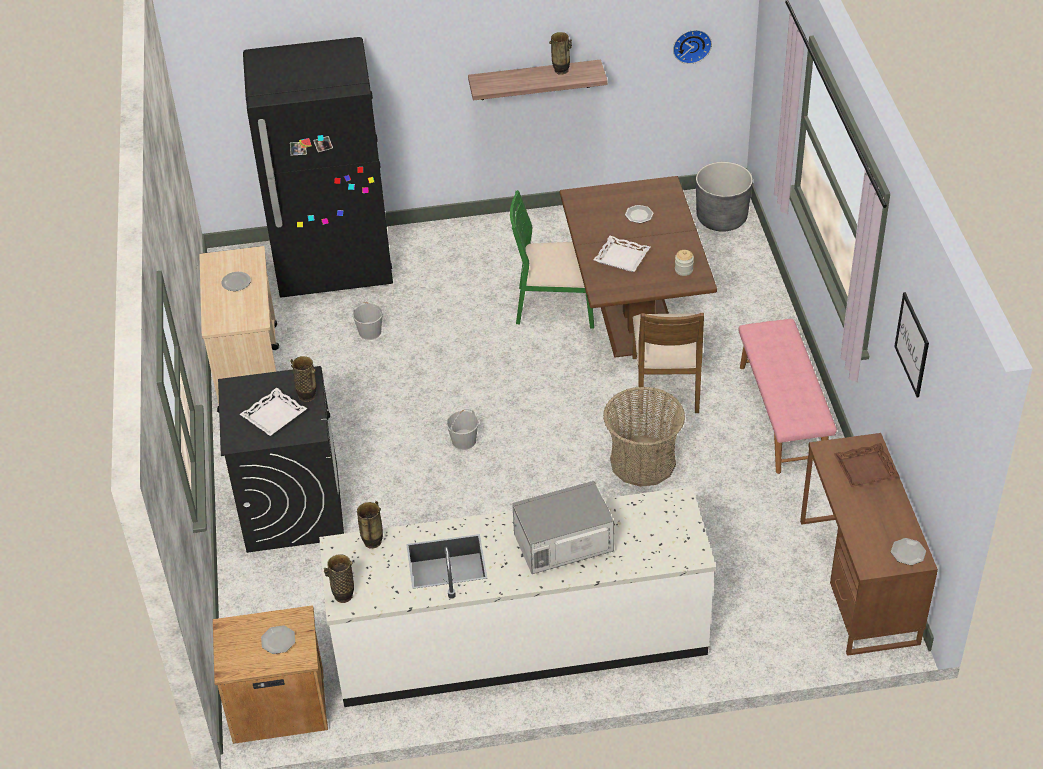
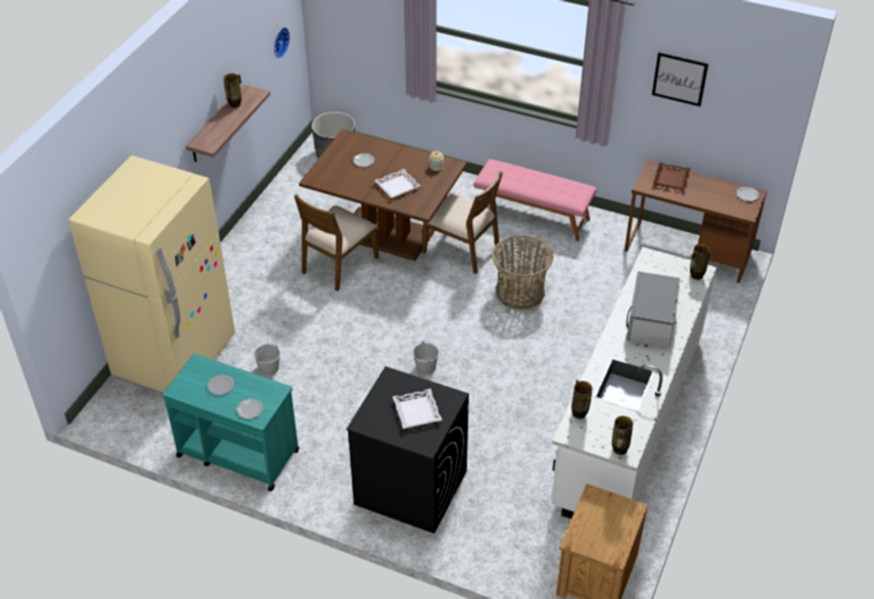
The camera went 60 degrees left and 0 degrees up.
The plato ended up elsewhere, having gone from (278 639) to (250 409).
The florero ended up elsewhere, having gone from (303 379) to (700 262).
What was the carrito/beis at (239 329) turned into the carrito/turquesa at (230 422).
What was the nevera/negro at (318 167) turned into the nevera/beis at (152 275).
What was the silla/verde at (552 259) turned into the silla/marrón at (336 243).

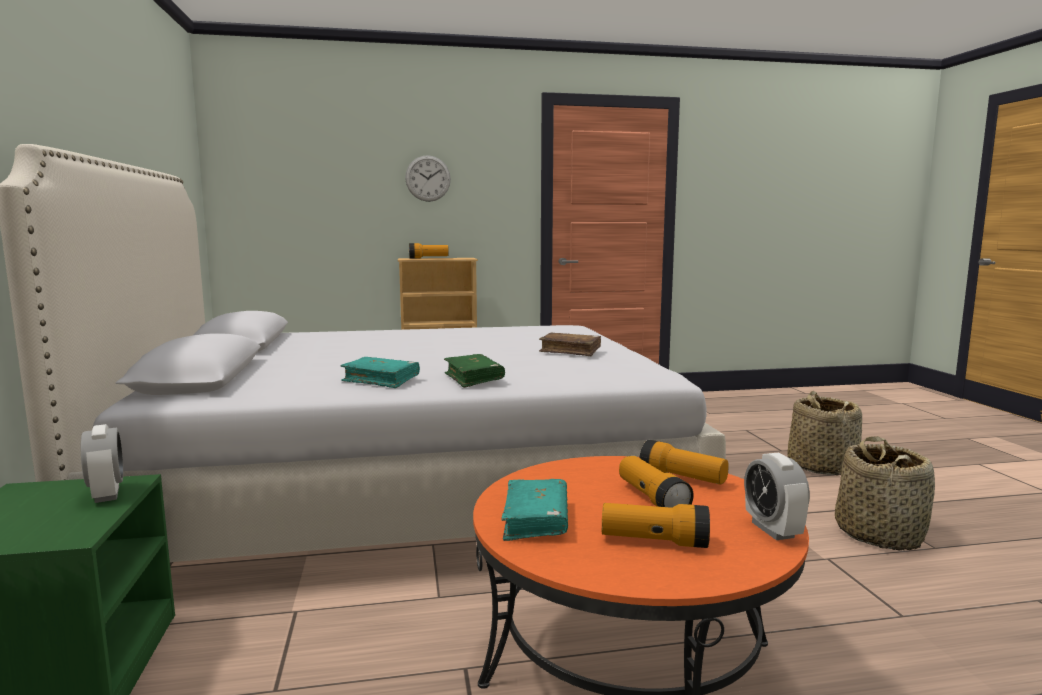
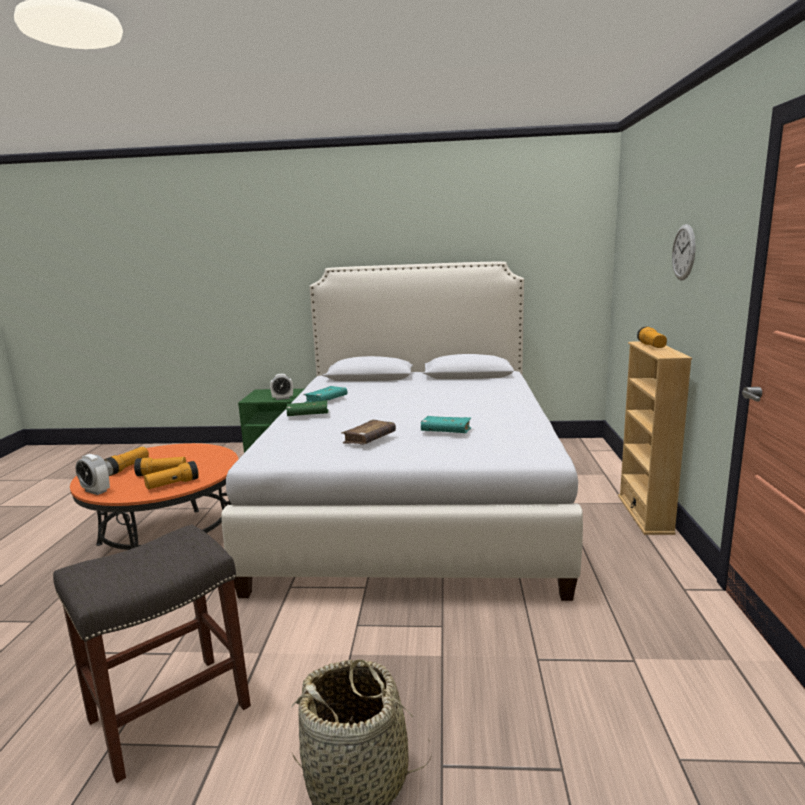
The camera went 105 degrees right and 5 degrees up.
The libro/turquesa ended up elsewhere, having gone from (534 510) to (446 424).
Where the cesta stood at (885 493), the taburete/gris came to stand at (152 653).
The despertador at (777 496) ended up facing another way, 150 degrees counterclockwise from before.

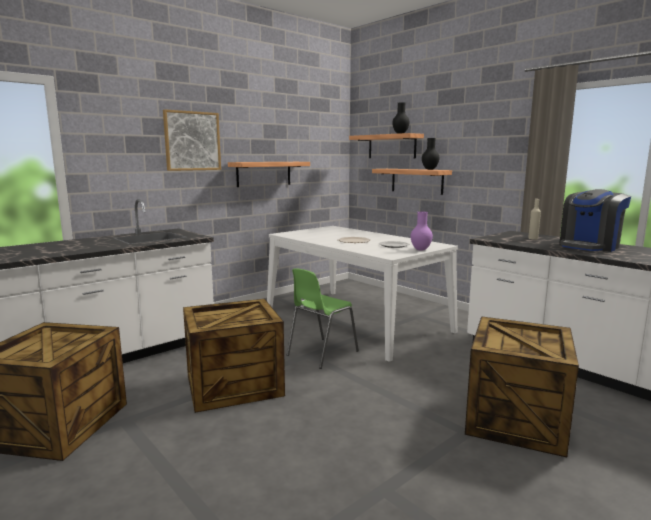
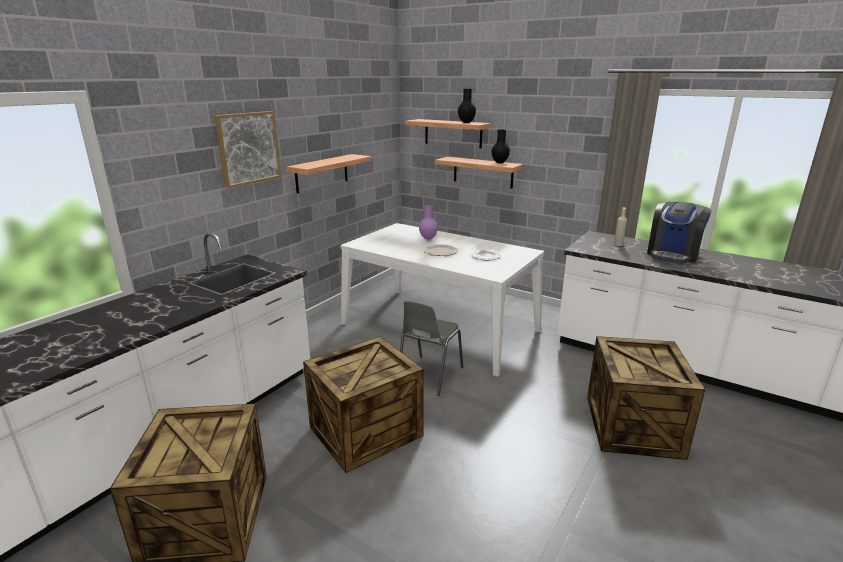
The camera went 15 degrees left and 10 degrees up.
The florero/morado ended up elsewhere, having gone from (422 231) to (428 222).
What was the silla/verde at (323 318) turned into the silla/gris at (431 348).

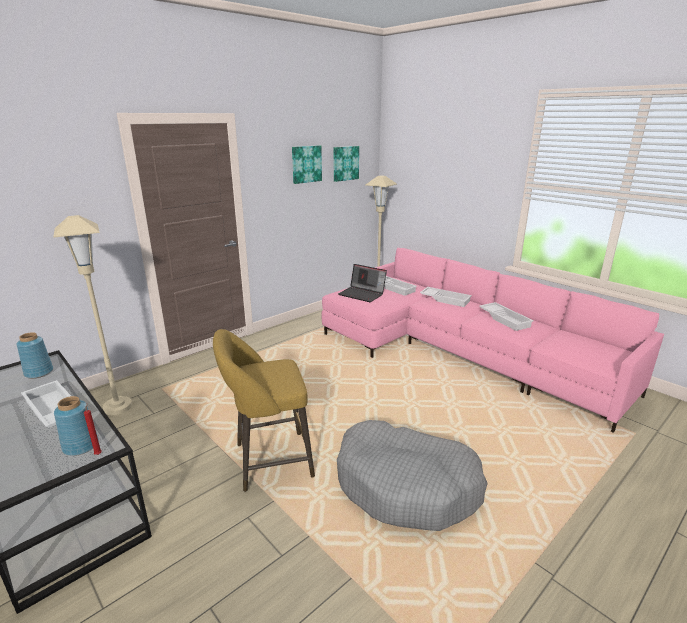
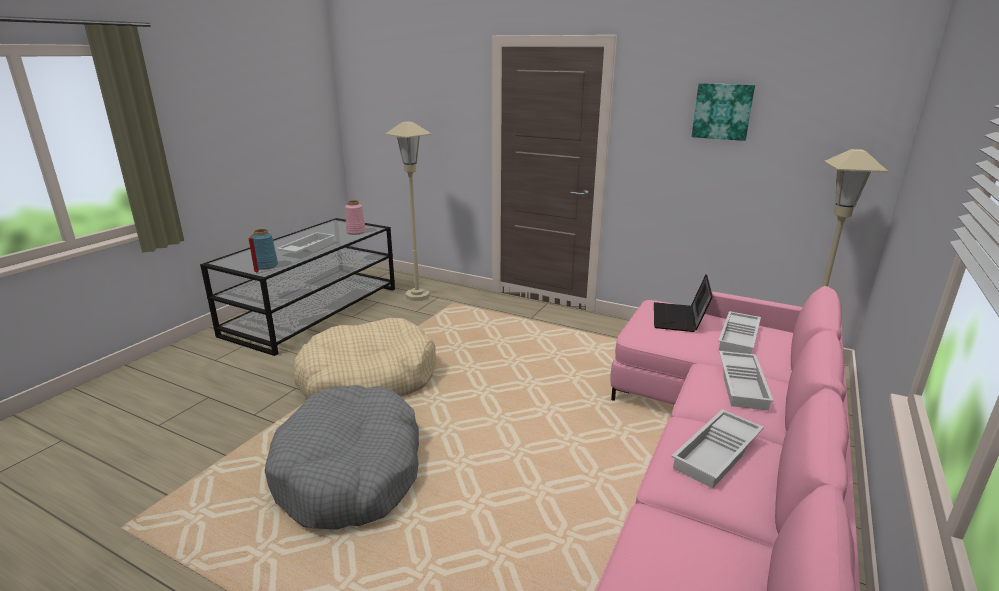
The camera went 70 degrees right and 0 degrees up.
The second view lost the cuadro at (346 164).
Where the taburete/amarillo stood at (264 410), the cama para perro/beis came to stand at (365 358).
What was the florero/azul at (35 355) turned into the florero/rosa at (355 217).

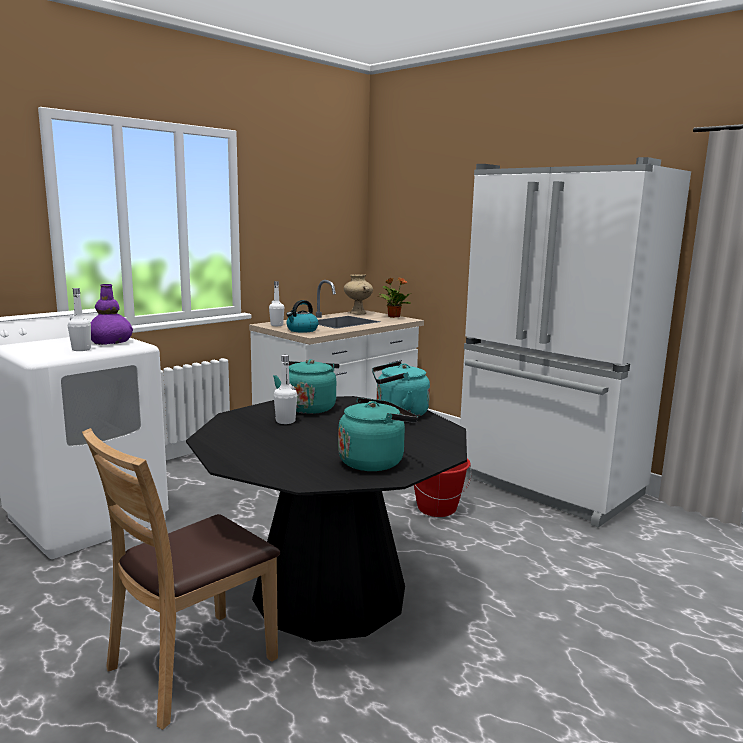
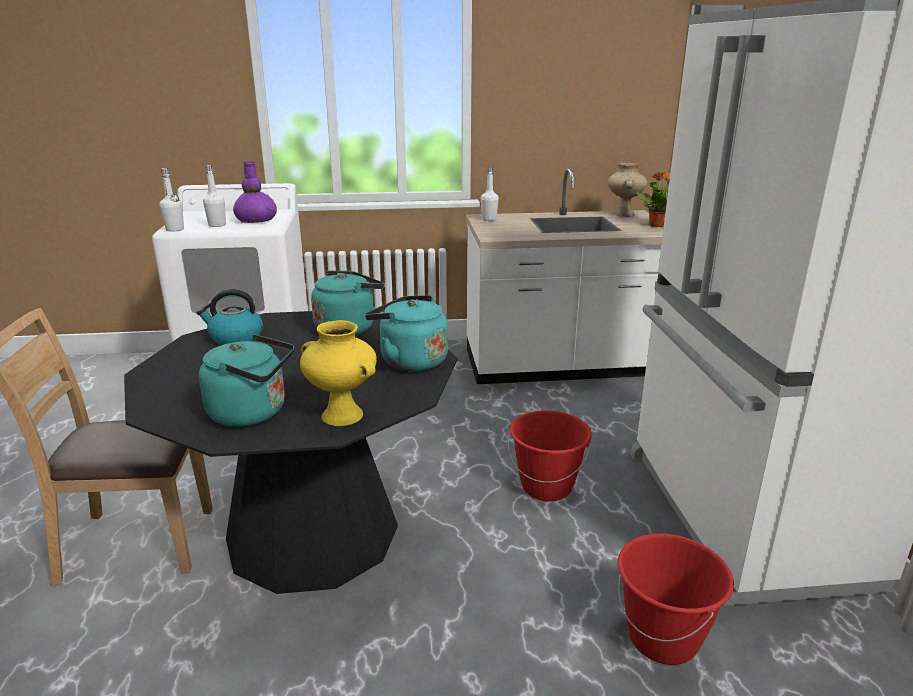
The camera went 40 degrees right and 10 degrees up.
The second view gained the florero/amarillo at (338 373).
The second view gained the cubo/rojo at (675 599).
The botella/blanco ended up elsewhere, having gone from (285 389) to (171 200).
The hervidor ended up elsewhere, having gone from (302 316) to (230 317).

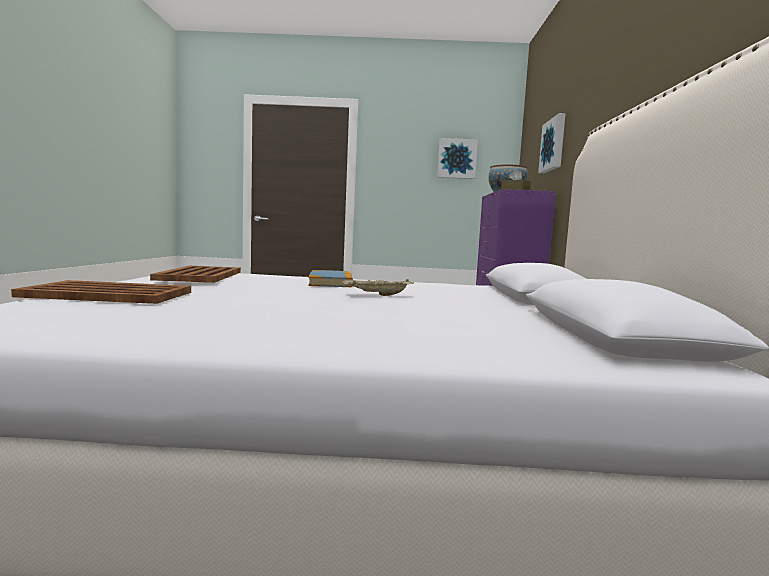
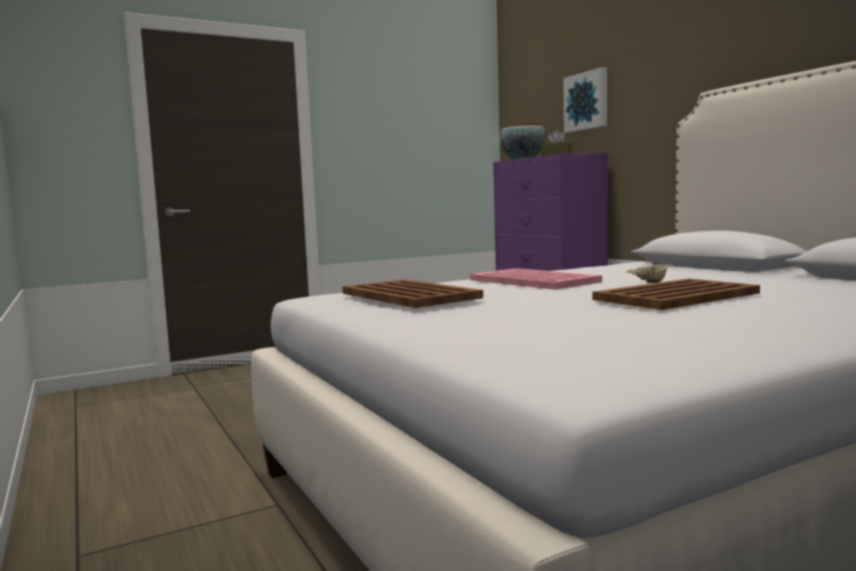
The camera went 30 degrees left and 0 degrees up.
The second view lost the cuadro at (457 158).
The bandeja/marrón ended up elsewhere, having gone from (101 292) to (676 294).
Where the libro stood at (330 278), the bandeja/rosa came to stand at (536 279).

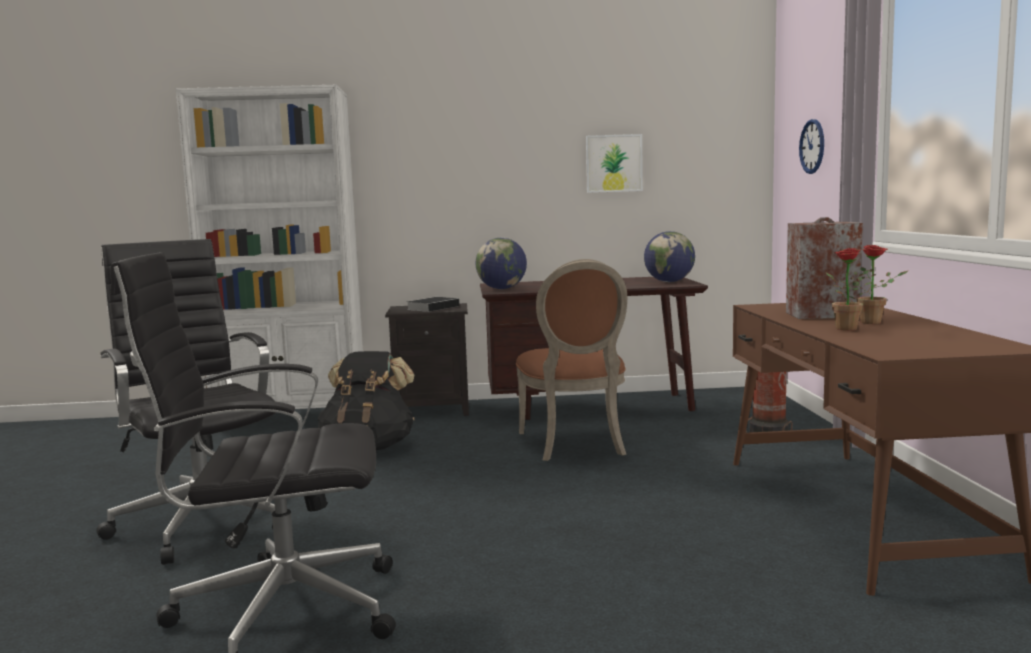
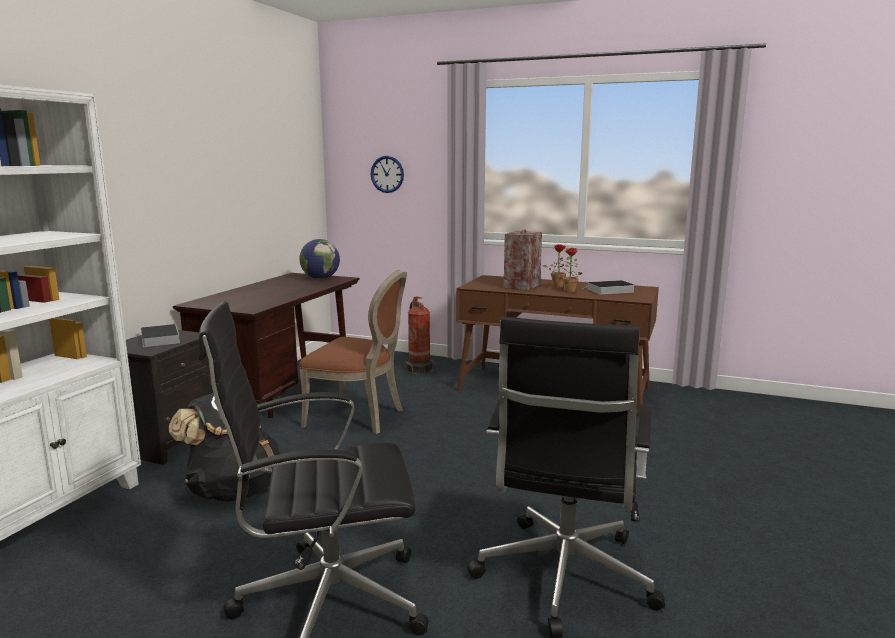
The camera went 65 degrees left and 5 degrees up.
The second view lost the globo terráqueo at (501 263).
The second view lost the cuadro at (614 163).
The second view gained the libro at (608 287).

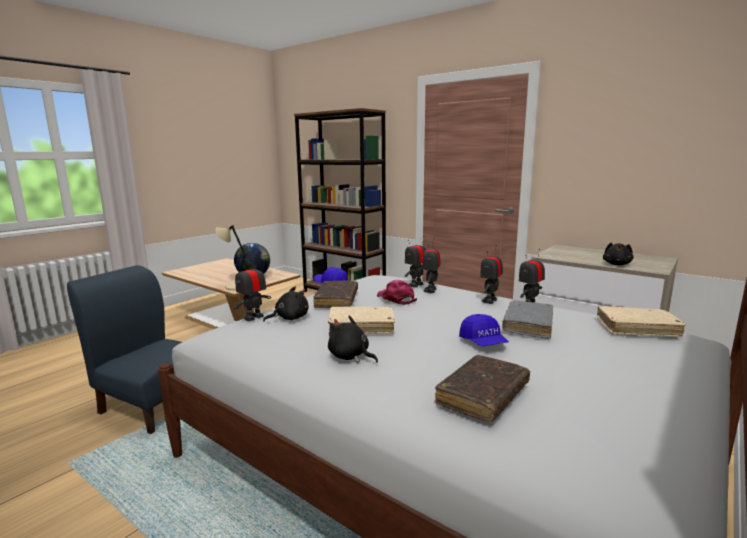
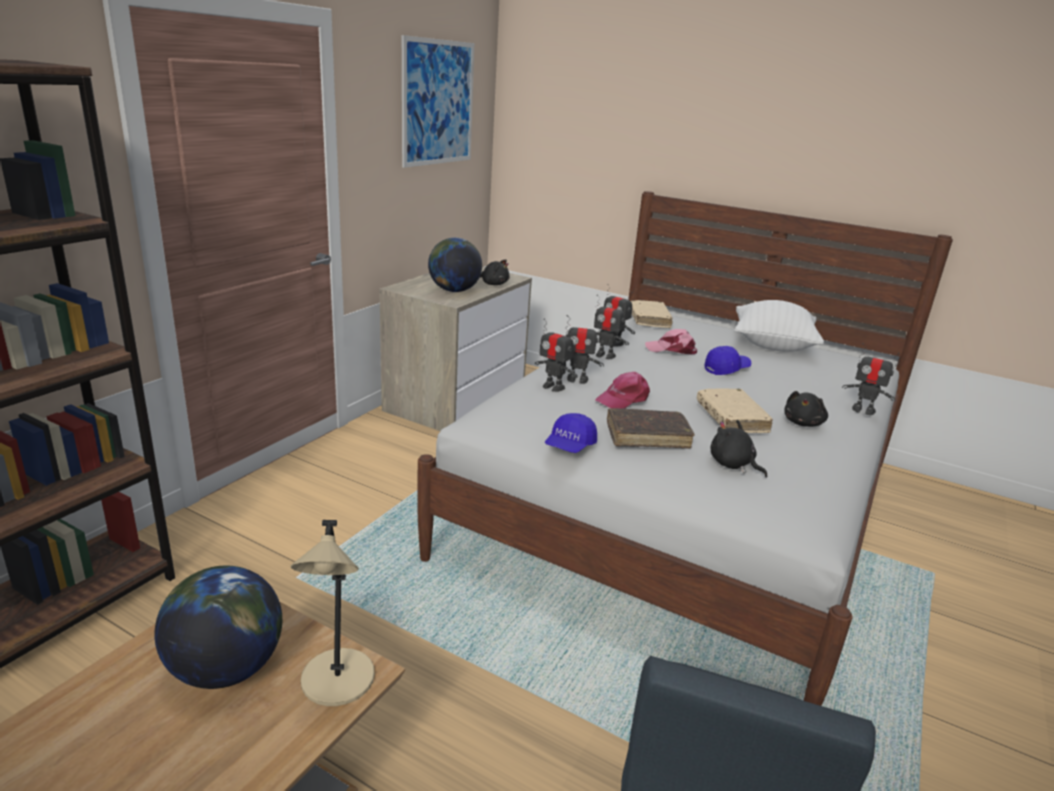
The camera went 100 degrees left and 10 degrees up.
The second view lost the libro/marrón at (482 388).
The second view gained the cuadro at (438 101).
The second view gained the globo terráqueo at (455 265).
The second view gained the cojín/blanco at (779 326).
The robot de juguete ended up elsewhere, having gone from (252 289) to (871 379).
Where the libro/gris stood at (527 320), the gorra/rosa came to stand at (671 342).

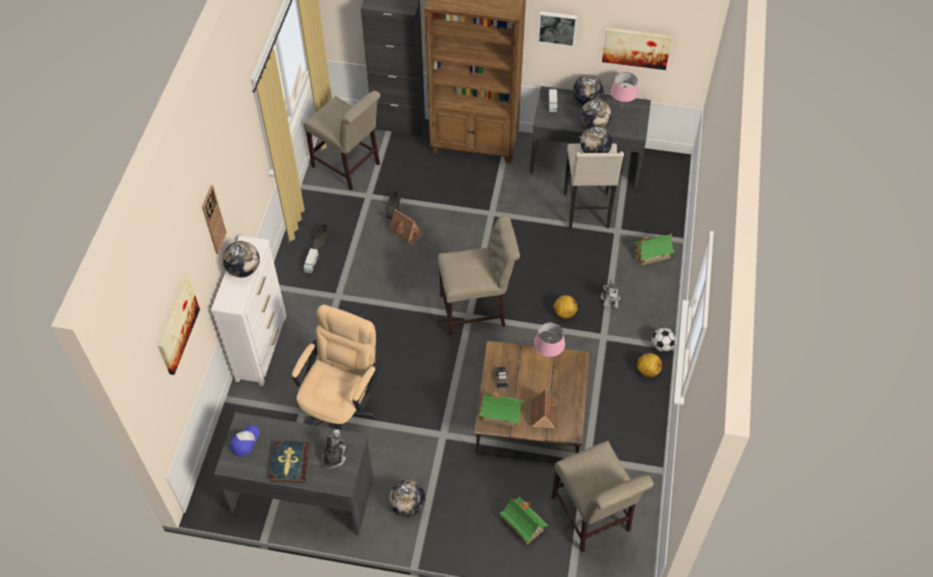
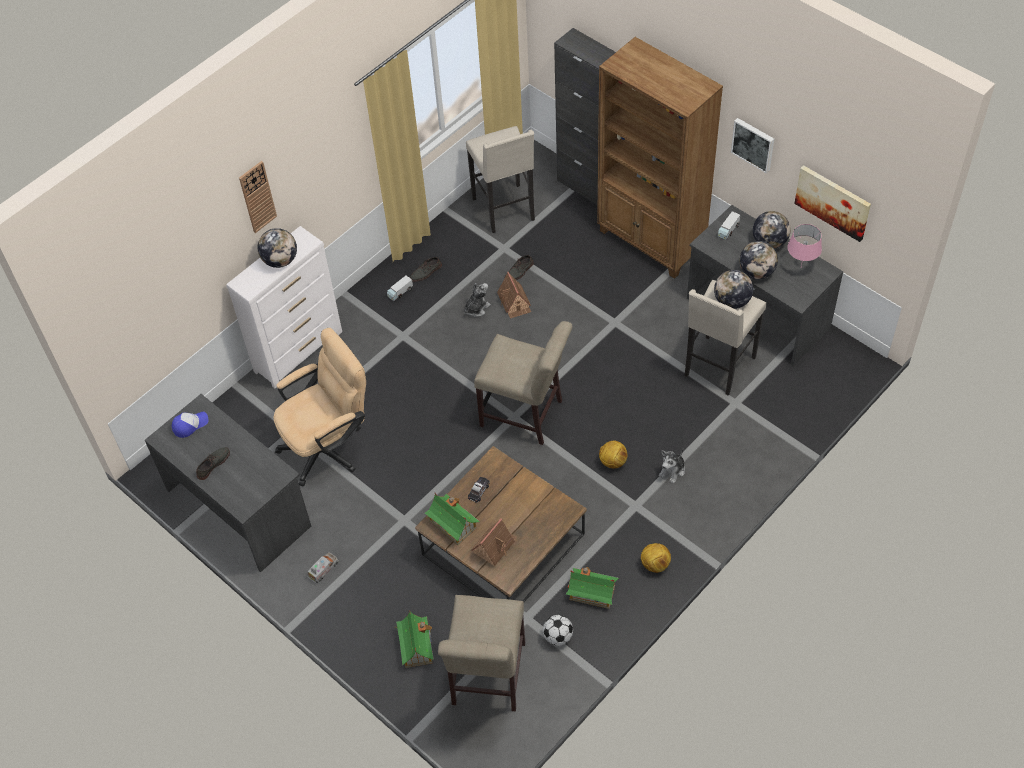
The camera went 35 degrees right and 0 degrees up.
The second view lost the cuadro at (179 327).
The second view lost the lámpara de mesa/rosa at (549 340).
The peluche ended up elsewhere, having gone from (334 449) to (477 300).
The casita ended up elsewhere, having gone from (654 249) to (592 588).
The balón de fútbol ended up elsewhere, having gone from (663 340) to (558 630).
Where the libro stood at (289 462), the zapato/gris came to stand at (213 463).
Where the silla/beis stood at (342 141), the taburete/beis came to stand at (500 179).
Where the globo terráqueo stood at (407 498), the camión de juguete came to stand at (323 568).

